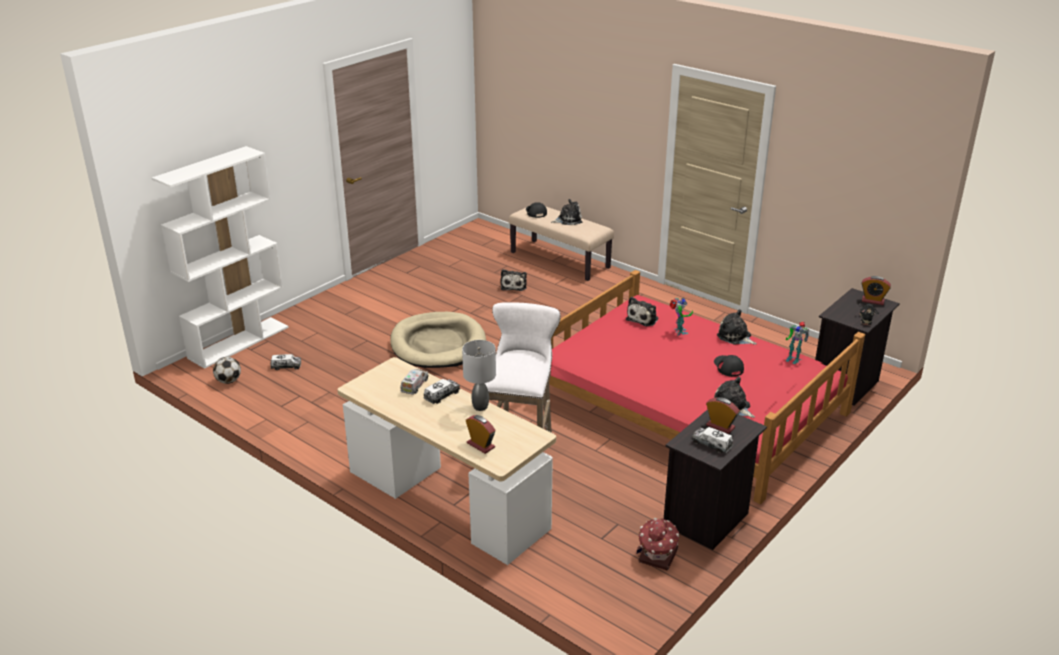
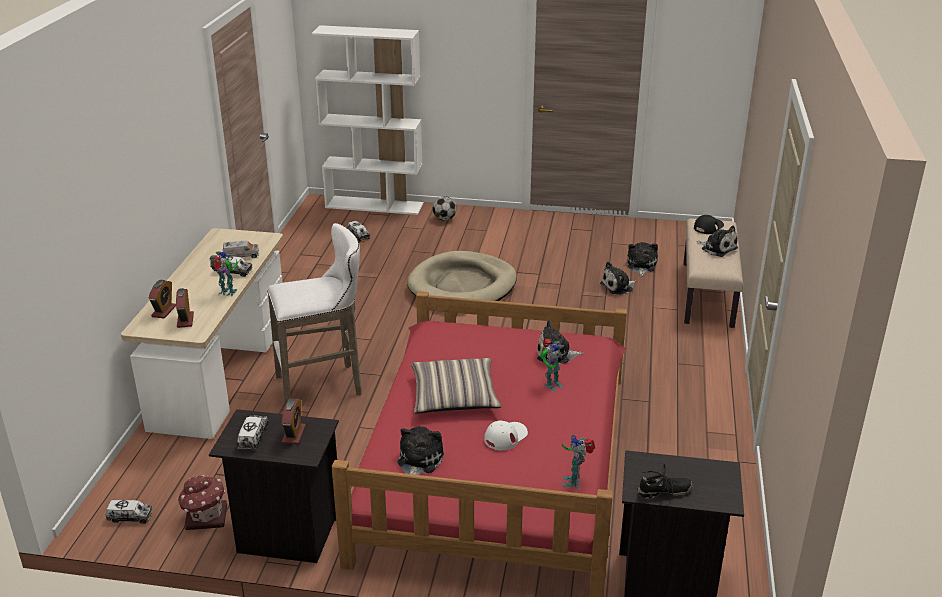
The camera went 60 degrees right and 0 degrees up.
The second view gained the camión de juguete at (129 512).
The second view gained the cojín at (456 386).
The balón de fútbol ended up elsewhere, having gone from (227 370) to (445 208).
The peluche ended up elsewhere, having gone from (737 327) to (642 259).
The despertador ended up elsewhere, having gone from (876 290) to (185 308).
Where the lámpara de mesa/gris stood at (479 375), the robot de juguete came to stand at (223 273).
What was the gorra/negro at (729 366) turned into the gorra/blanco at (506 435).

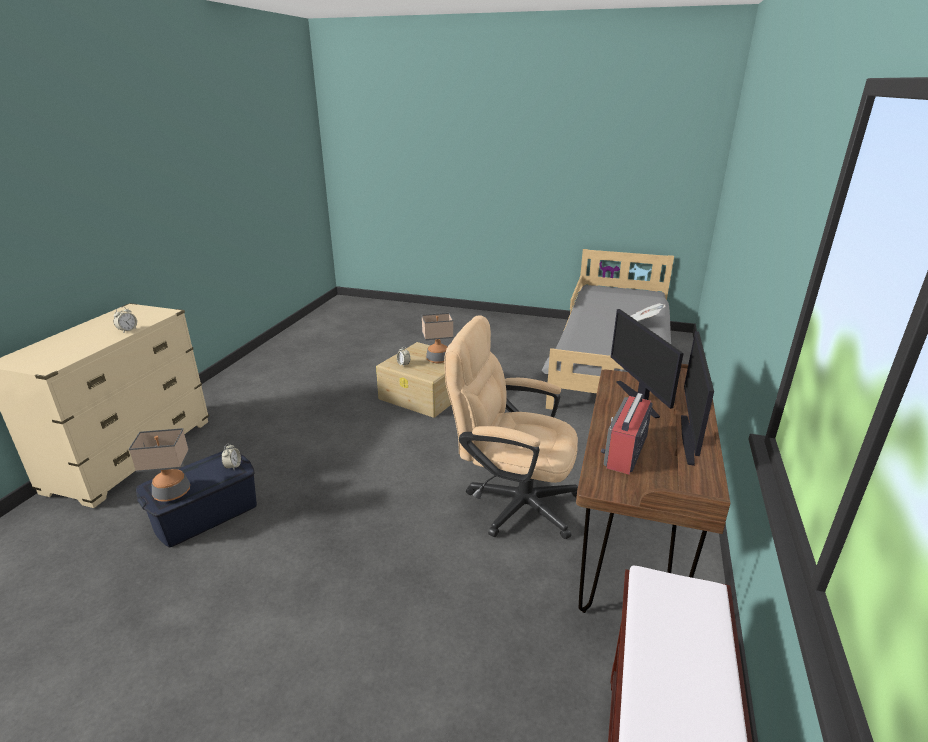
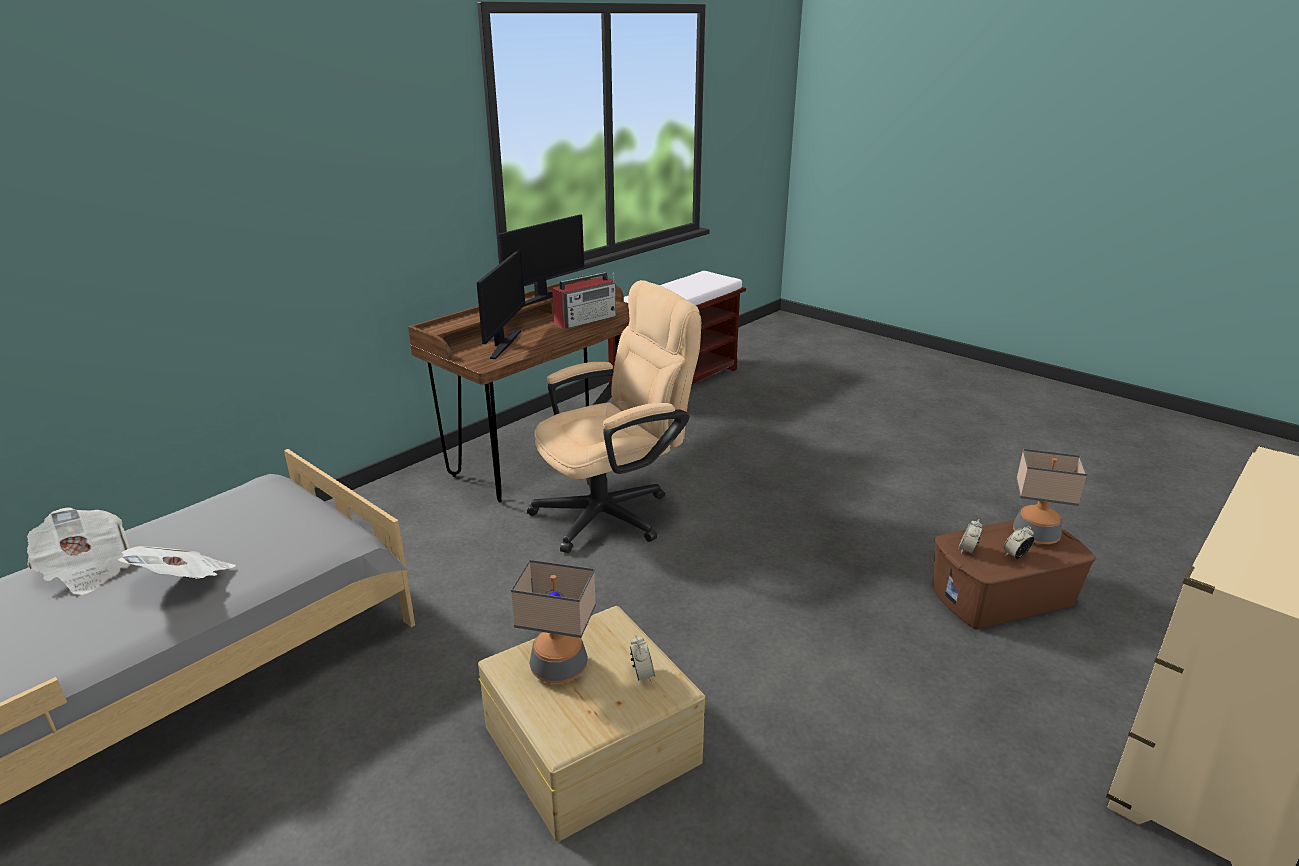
The camera went 155 degrees left and 0 degrees up.
The second view gained the periódico at (177 562).
The despertador ended up elsewhere, having gone from (125 319) to (1018 542).
What was the caja de almacenaje/azul at (196 499) turned into the caja de almacenaje/marrón at (1014 574).
The silla de oficina/beis at (511 427) ended up facing another way, 75 degrees counterclockwise from before.

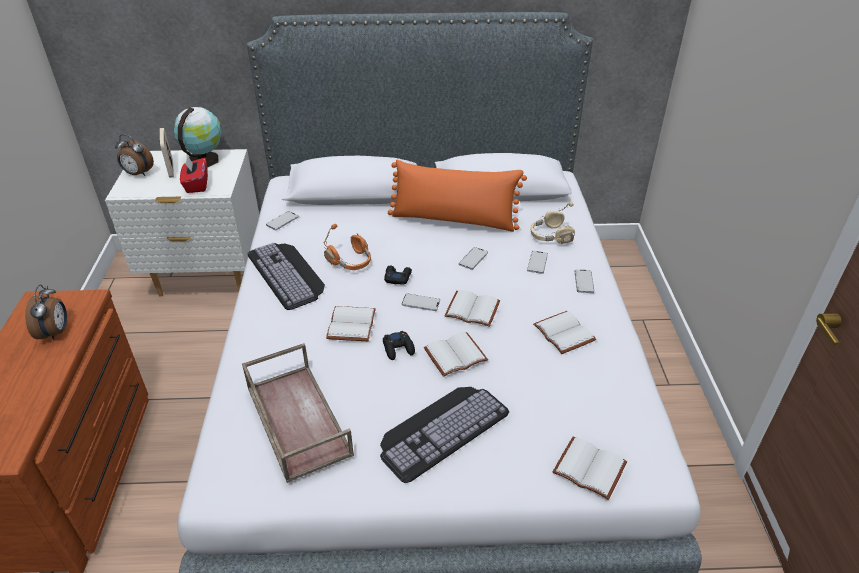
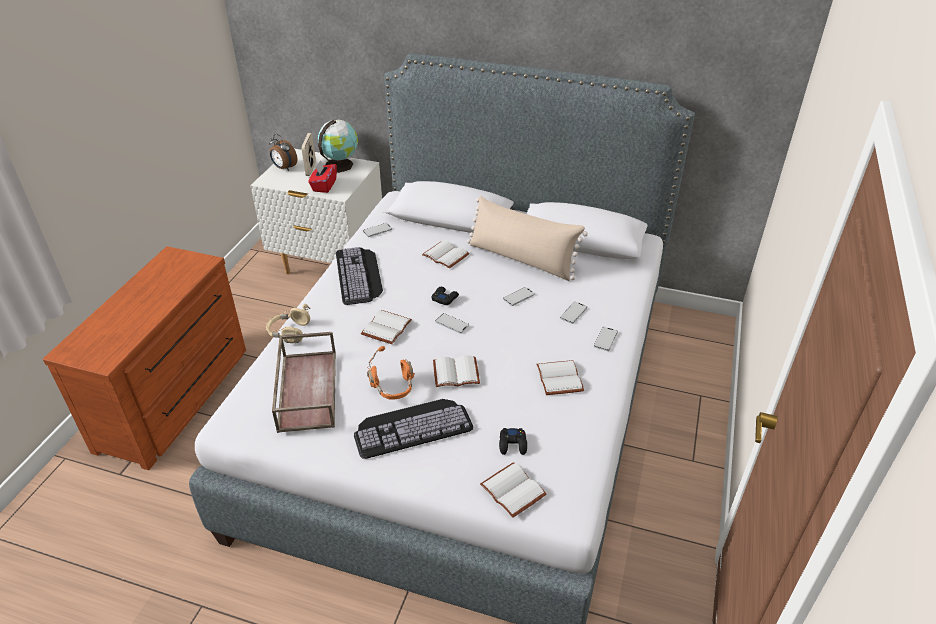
The camera went 20 degrees right and 0 degrees up.
The second view lost the despertador at (46 312).
The auriculares/naranja ended up elsewhere, having gone from (347 247) to (391 373).
The mando de consola/negro ended up elsewhere, having gone from (399 345) to (513 441).
The libro/blanco ended up elsewhere, having gone from (472 308) to (446 254).
The auriculares/beis ended up elsewhere, having gone from (552 223) to (288 323).
What was the cojín/naranja at (457 196) turned into the cojín/beis at (527 238).

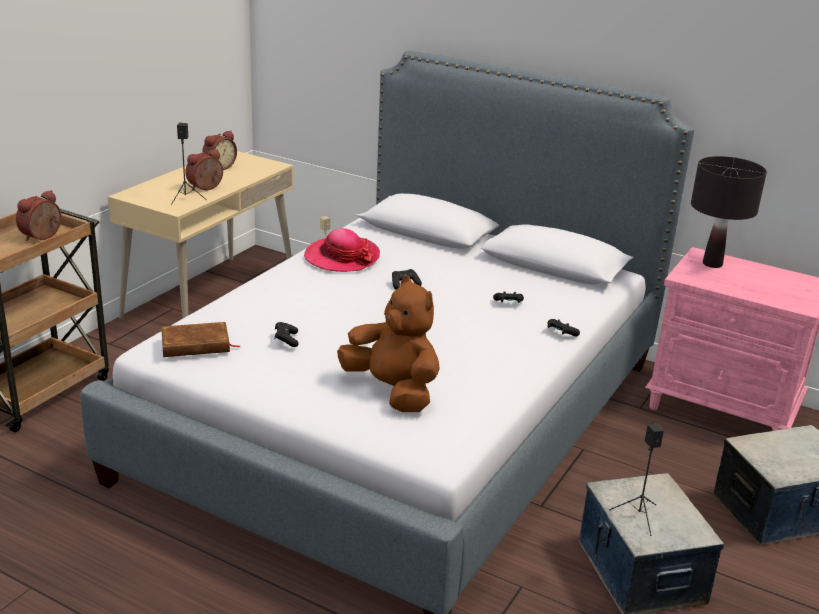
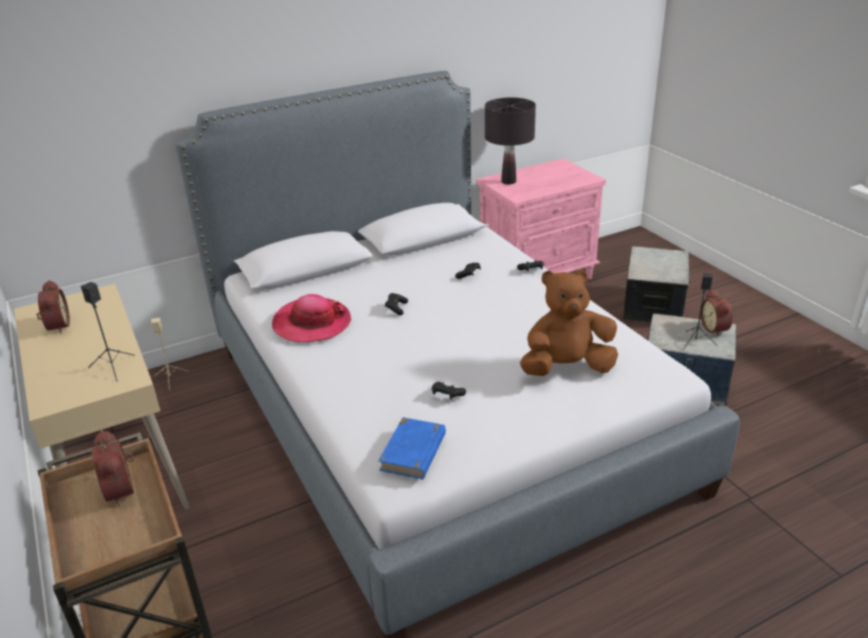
The camera went 55 degrees left and 5 degrees up.
The despertador ended up elsewhere, having gone from (204 169) to (716 313).
What was the libro/marrón at (200 339) turned into the libro/azul at (412 448).

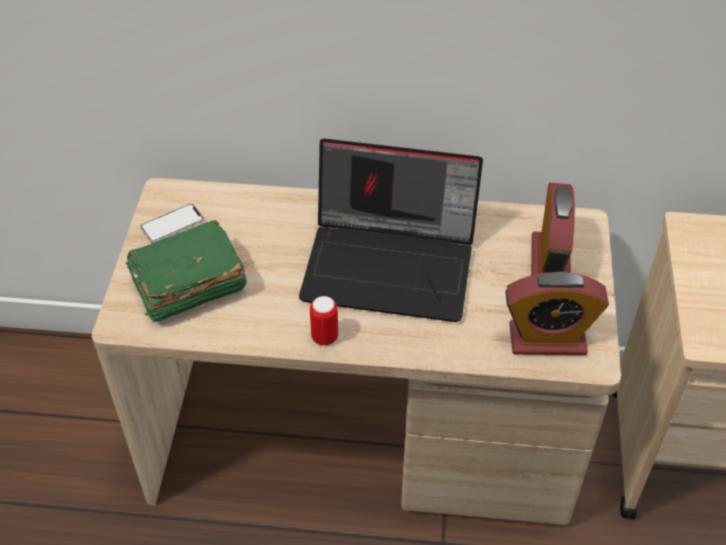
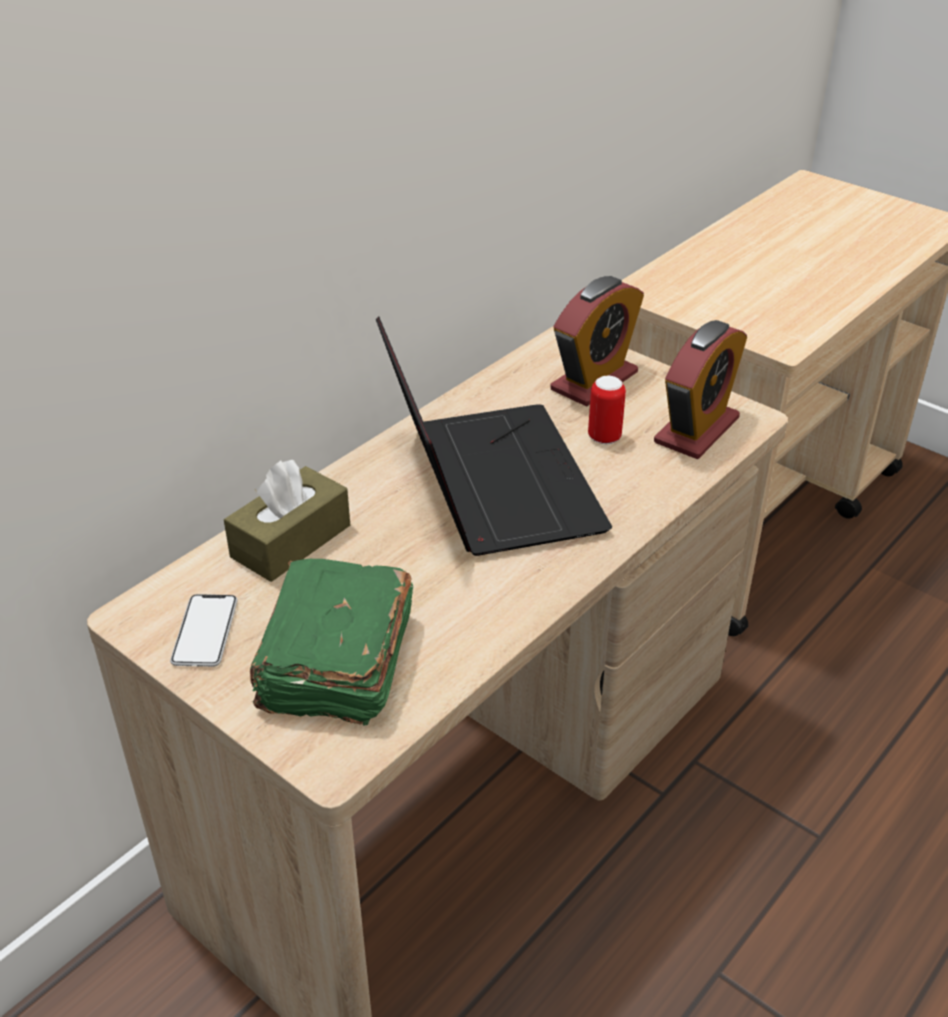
The camera went 55 degrees left and 10 degrees down.
The second view gained the caja de pañuelos/marrón at (287 521).
The lata ended up elsewhere, having gone from (324 321) to (607 410).
The portátil at (391 230) ended up facing another way, 60 degrees counterclockwise from before.
The despertador at (553 229) ended up facing another way, 90 degrees clockwise from before.

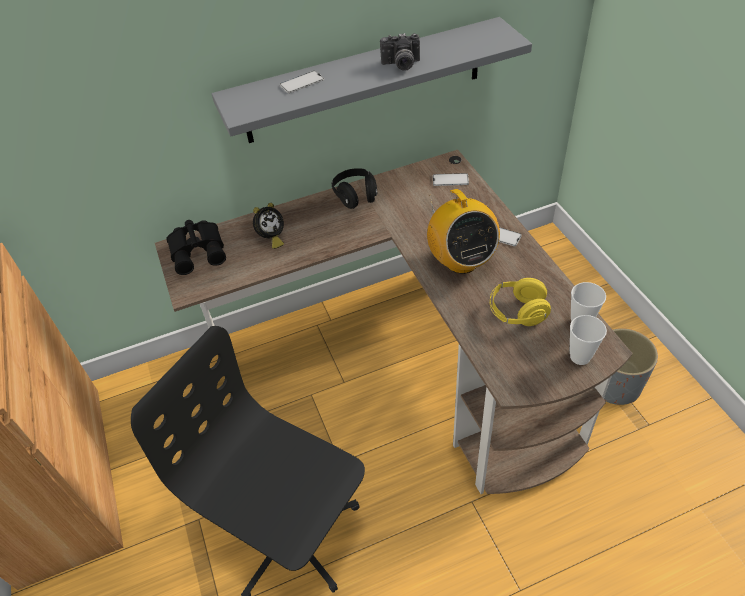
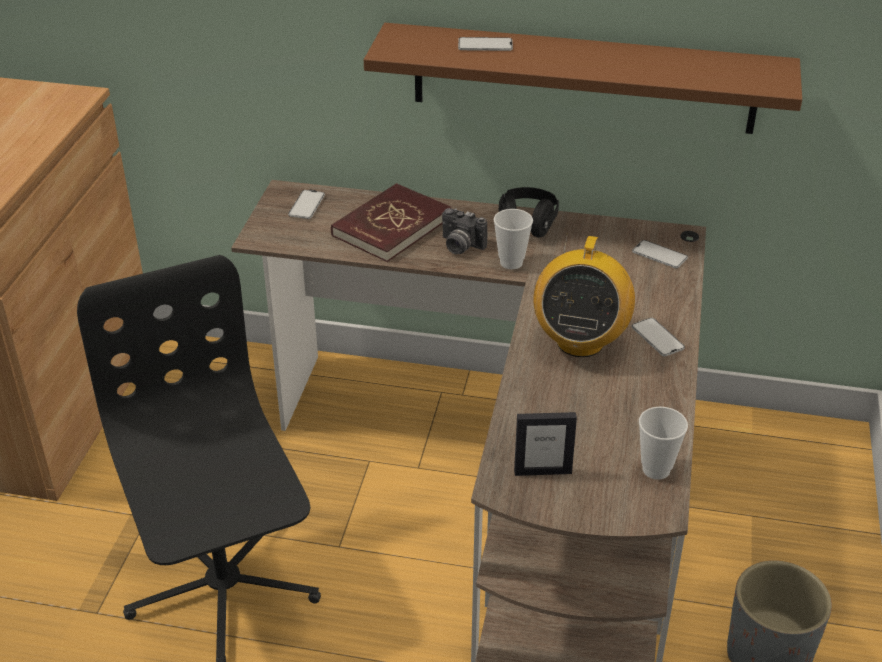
The camera went 30 degrees right and 10 degrees down.
The second view lost the auriculares/amarillo at (520 302).
The second view gained the portarretratos at (545 444).
The cámara ended up elsewhere, having gone from (400 52) to (464 231).
The taza ended up elsewhere, having gone from (588 340) to (513 239).
Where the prismáticos/negro stood at (196 247), the móvil came to stand at (306 204).
Where the despertador stood at (268 226), the libro/rojo came to stand at (391 222).
What was the estante/gris at (371 80) turned into the estante/marrón at (583 78).

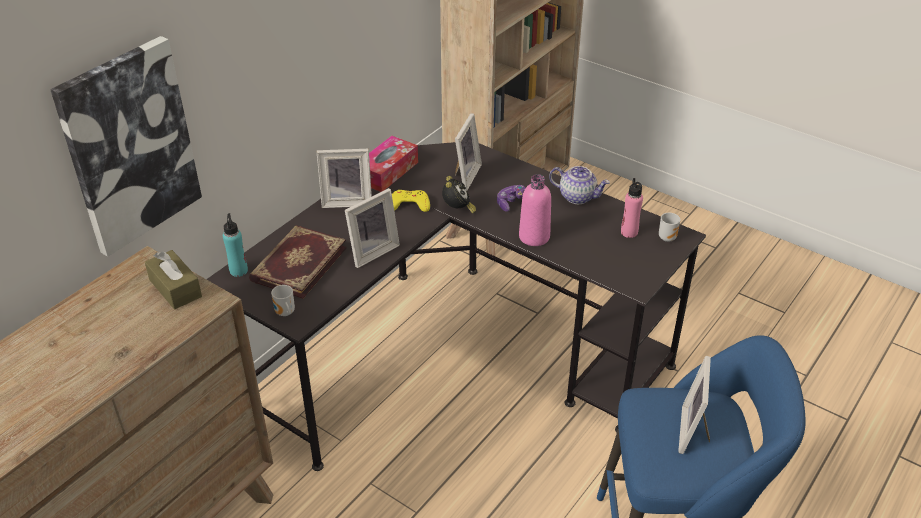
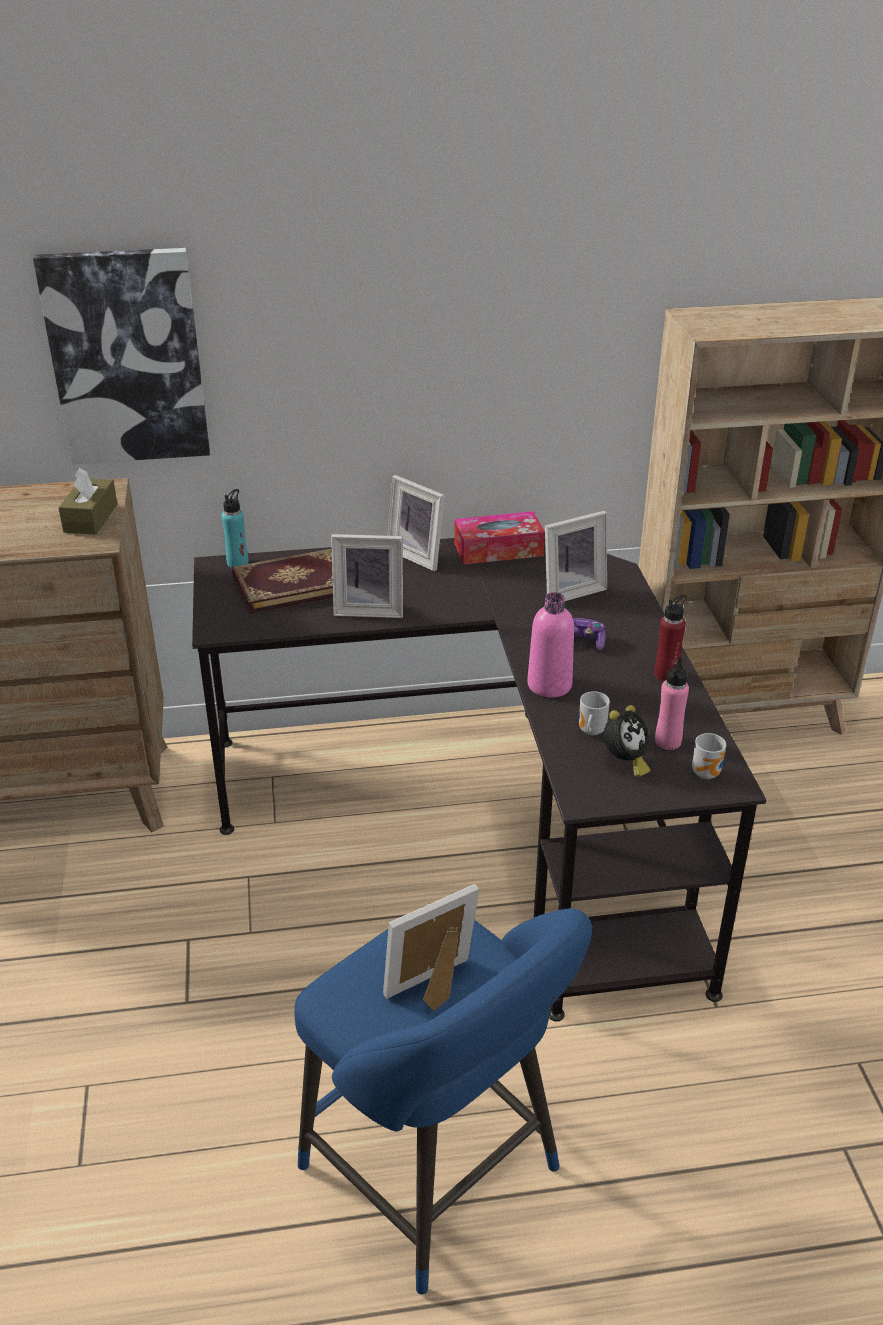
The camera went 45 degrees right and 5 degrees down.
The second view lost the mando de consola/amarillo at (411 201).
The taza grande ended up elsewhere, having gone from (283 300) to (594 713).
The despertador ended up elsewhere, having gone from (459 195) to (627 741).
Where the tetera stood at (579 185), the botella/rojo came to stand at (670 637).

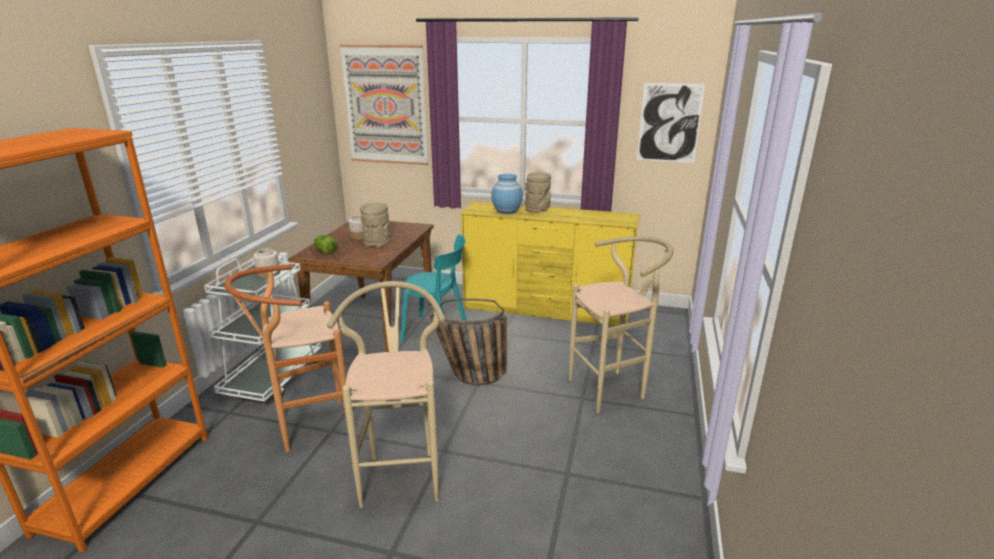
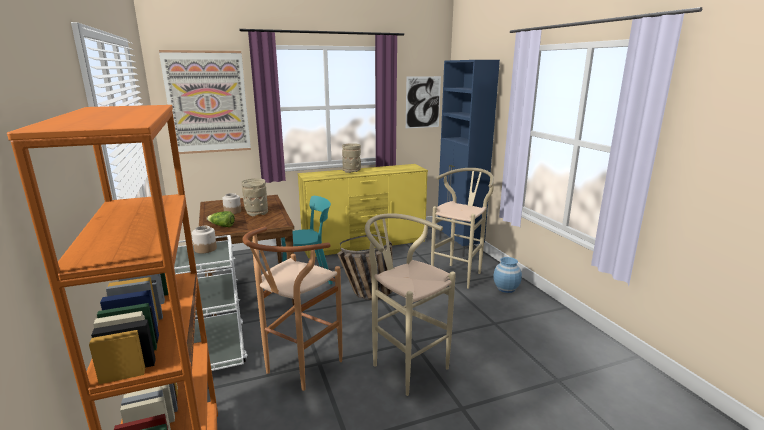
The camera went 35 degrees left and 5 degrees down.
The second view gained the armario/azul at (468 158).
The florero/azul ended up elsewhere, having gone from (507 194) to (507 275).

